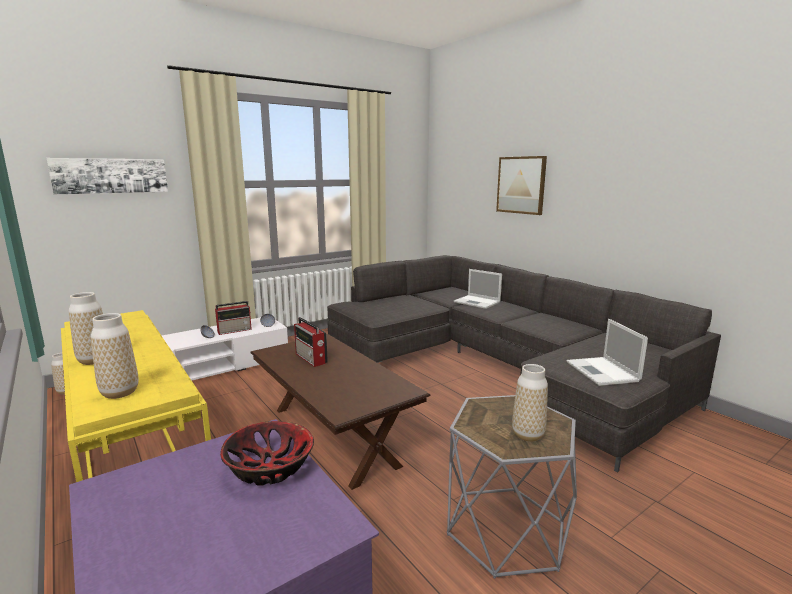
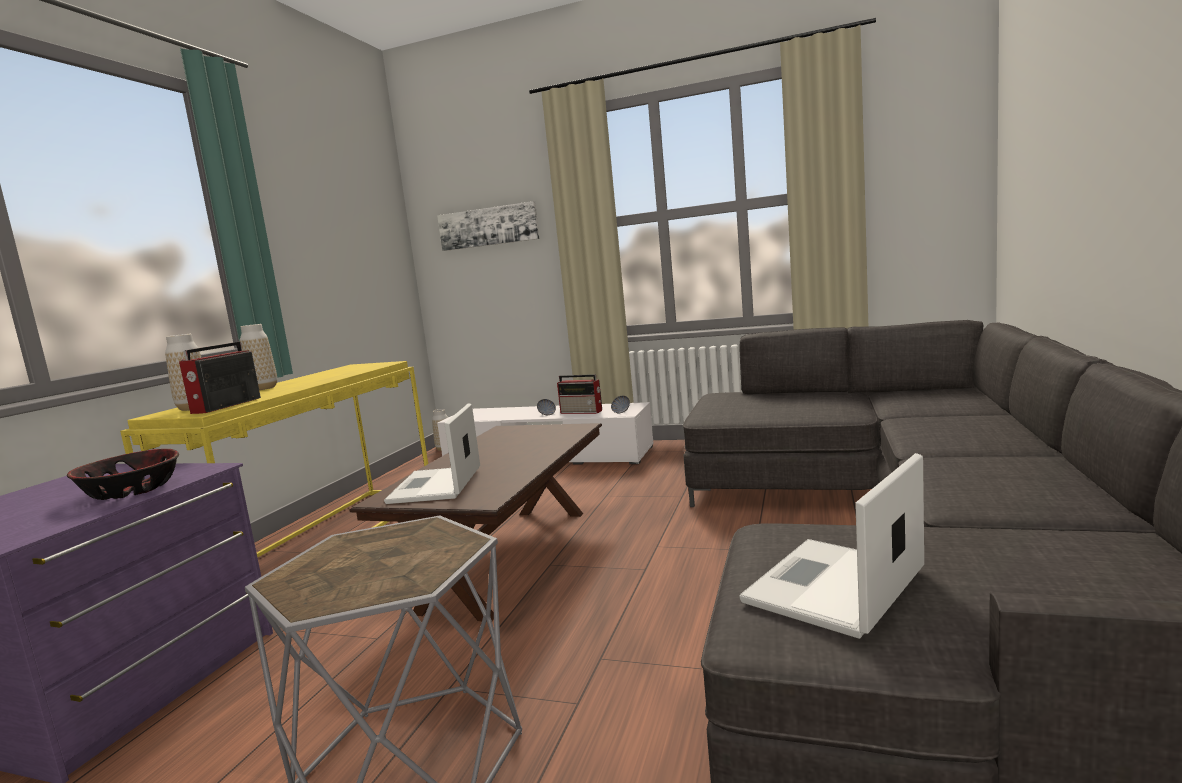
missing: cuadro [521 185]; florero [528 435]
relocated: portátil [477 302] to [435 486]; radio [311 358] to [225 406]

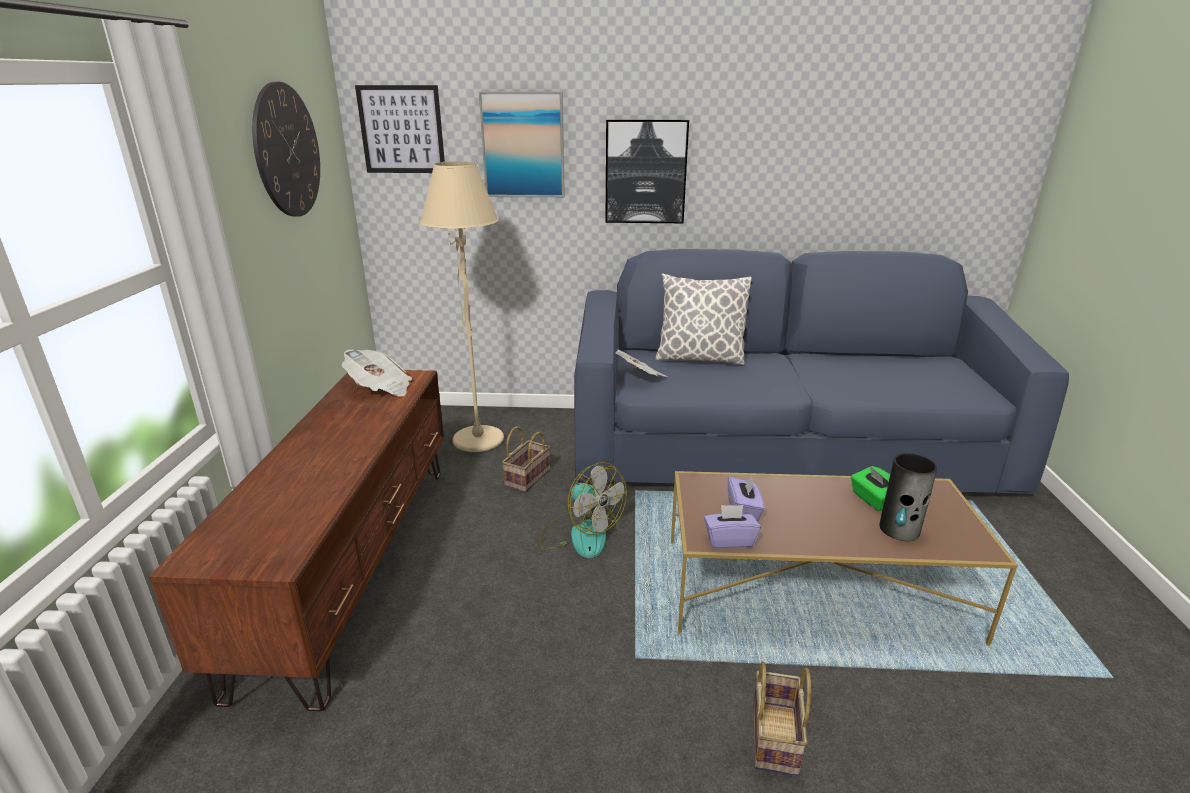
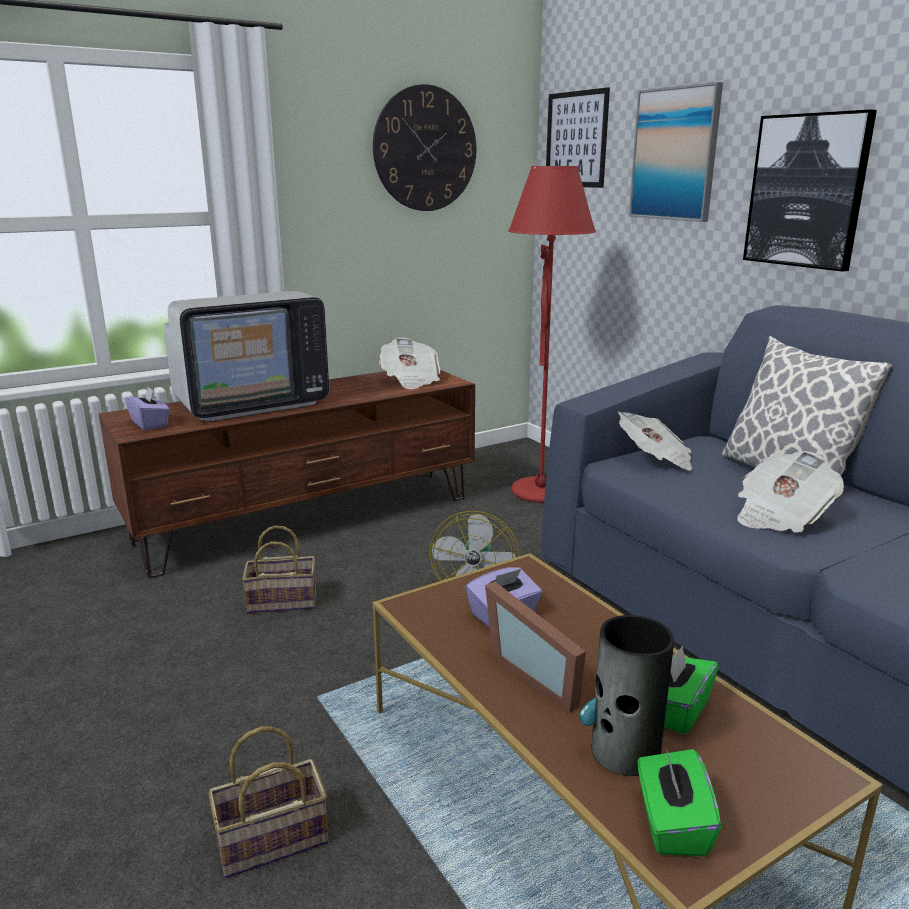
appeared: televisor [251 403]; periódico [780 516]; portarretratos [538 673]; caja de pañuelos/verde [671 824]
relocated: cesta [527 477] to [284 601]; caja de pañuelos/morado [729 540] to [150 424]
colour: lámpara de pie/beis [478 440] to lámpara de pie/rojo [540 491]

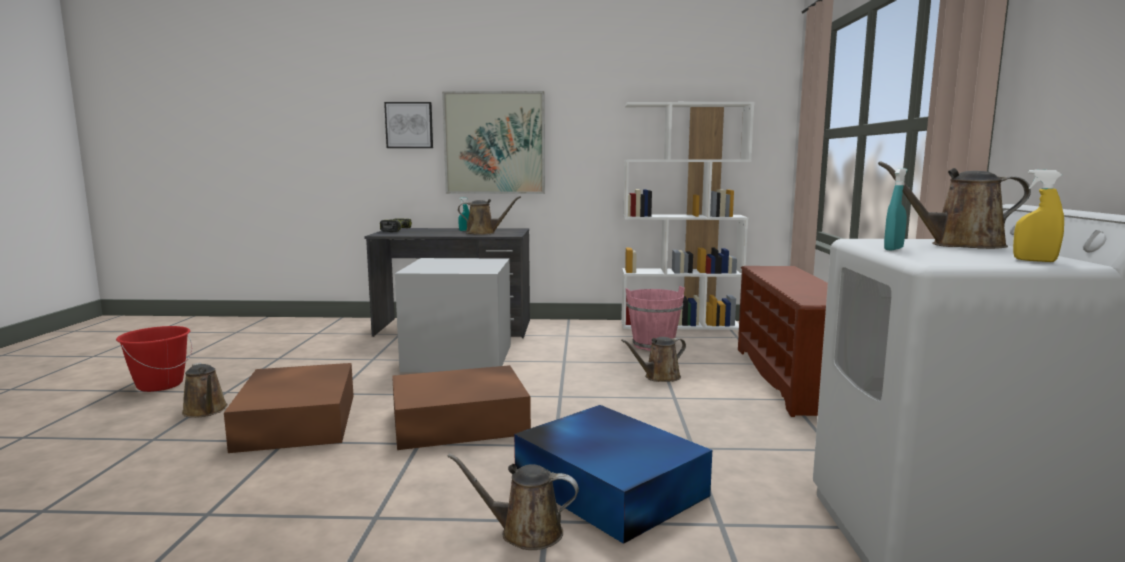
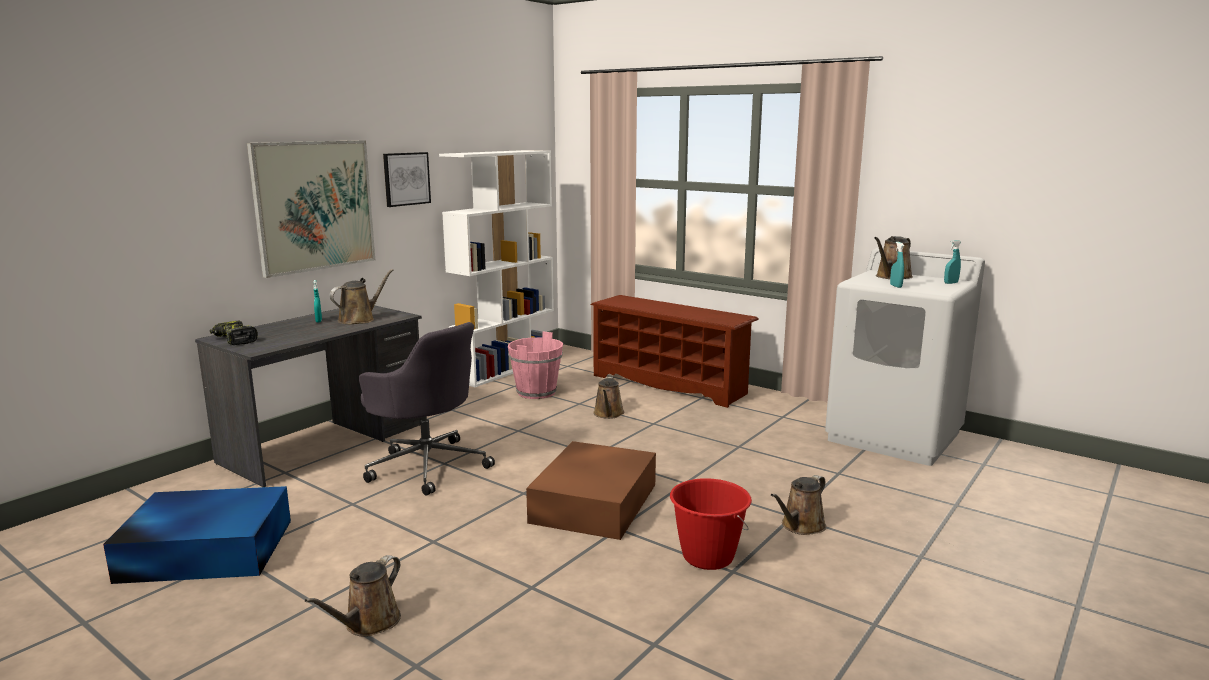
missing: caja de almacenaje/marrón [298 420]
relocated: cuadro [409 125] to [406 179]; cubo/rojo [160 385] to [707 557]; caja de almacenaje/azul [608 485] to [205 550]
exchanged: caja de almacenaje/gris [457 358] to silla de oficina/gris [427 465]
colour: pulverizador/amarillo [1034 260] to pulverizador/turquesa [951 283]
spun: regadera/marrón [206 411] = [368 623] 120 degrees clockwise

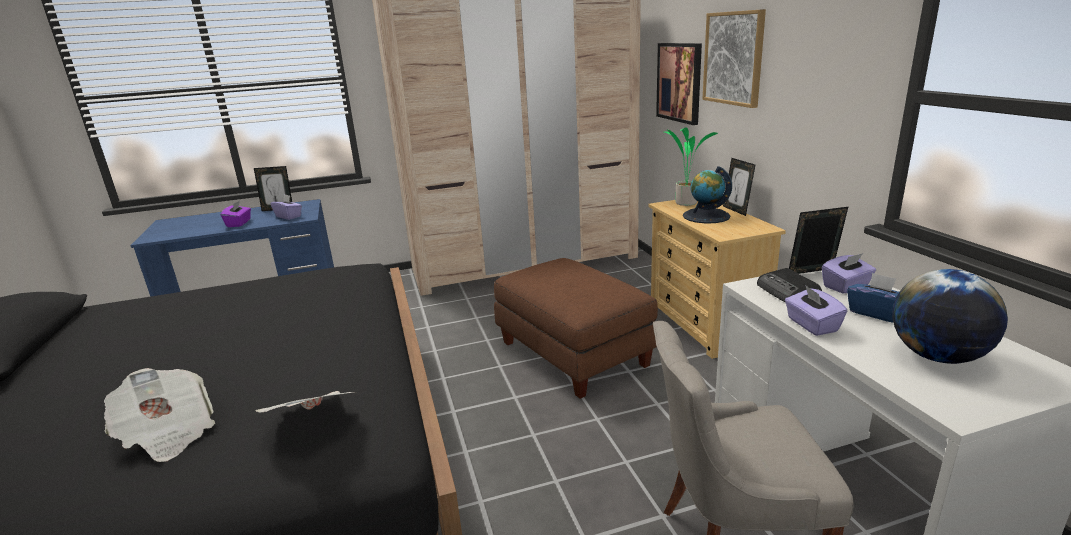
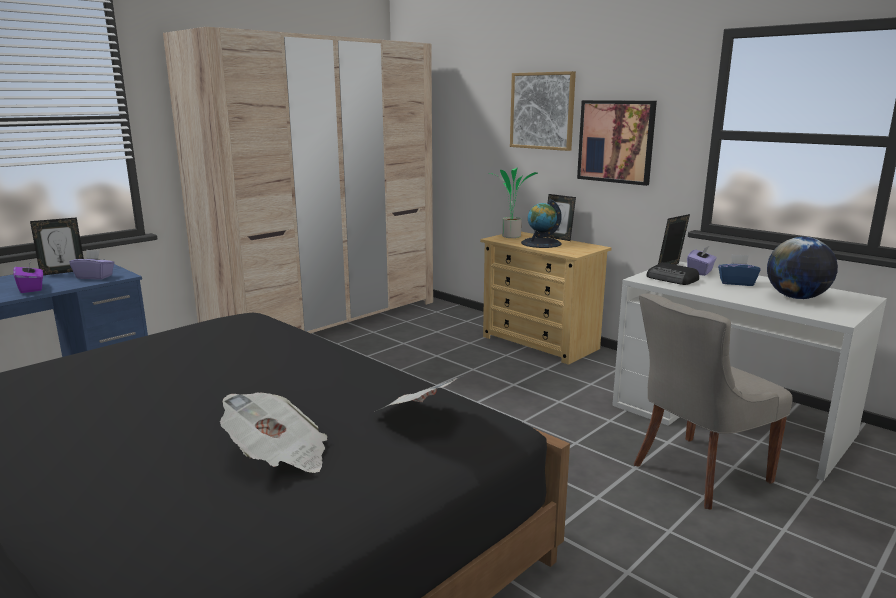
missing: puf/marrón [574 353]; caja de pañuelos/morado [811 325]
relocated: cuadro [679 82] to [616 141]

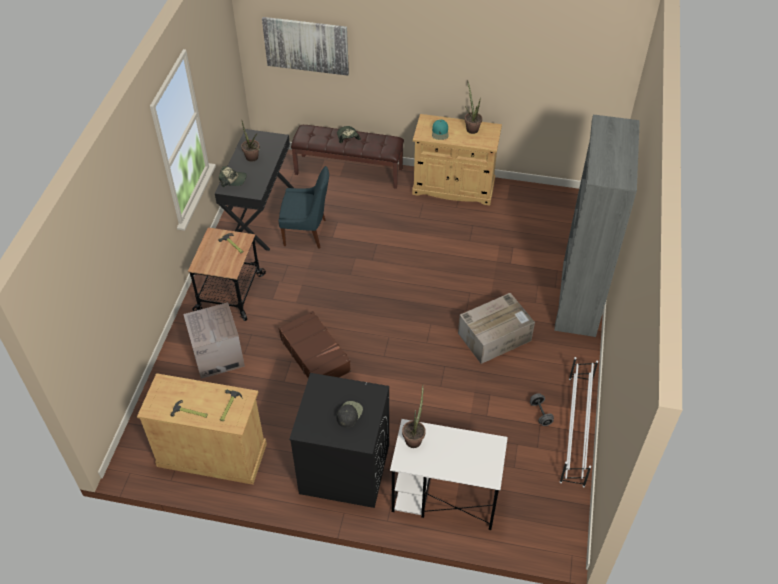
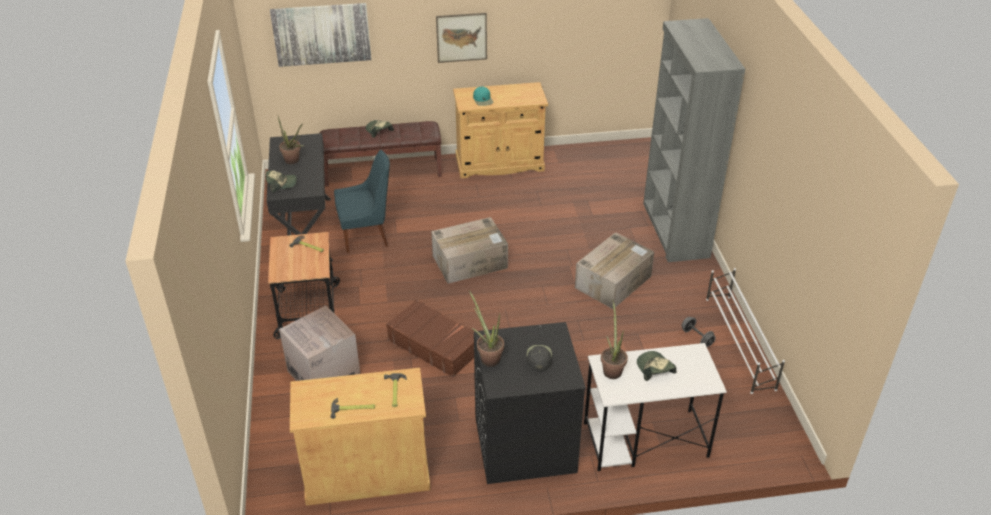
appeared: cuadro [461 37]; caja de cartón [470 261]; gorra [655 369]
relocated: planta en maceta [471 128] to [487 357]

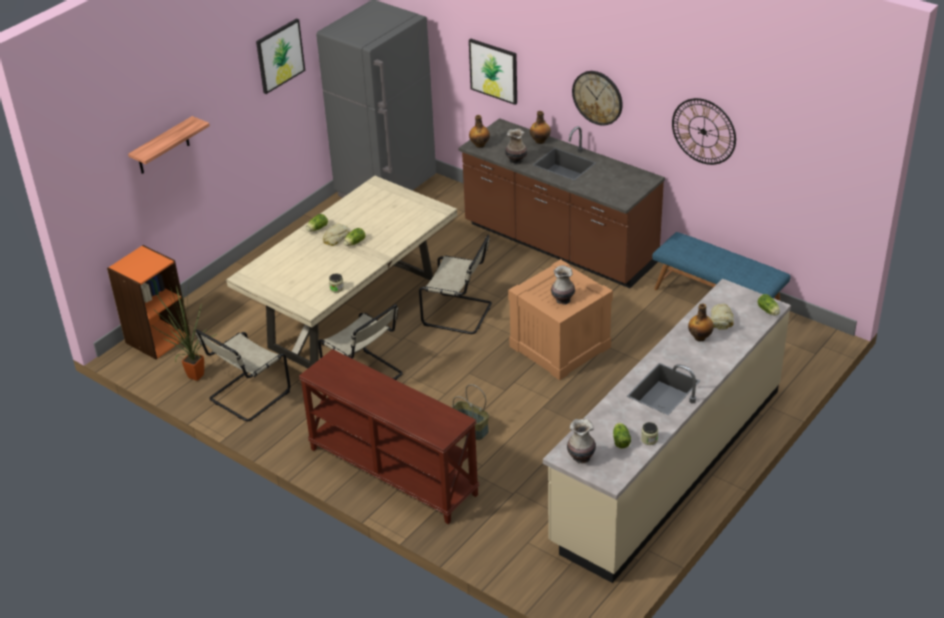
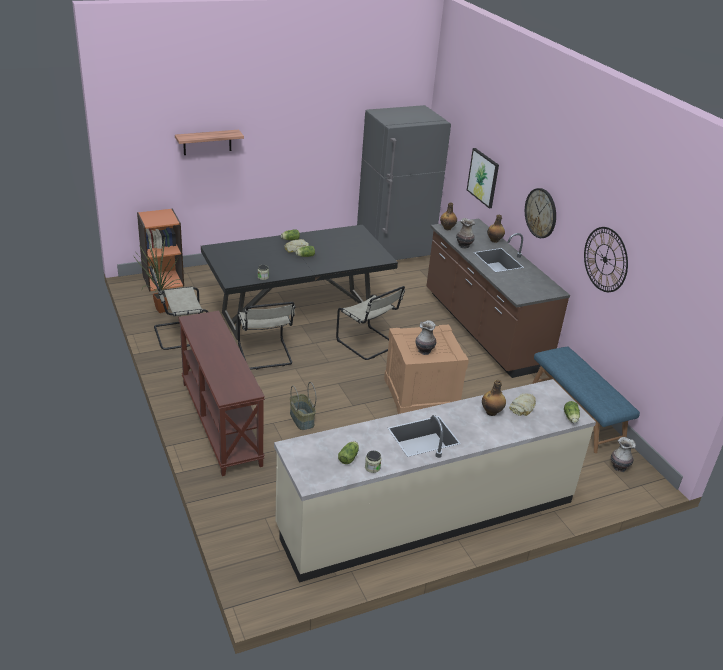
missing: cuadro [279 55]
relocated: florero [581 457] to [619 467]
colour: mesa de comedor/beis [352 314] to mesa de comedor/negro [296 315]

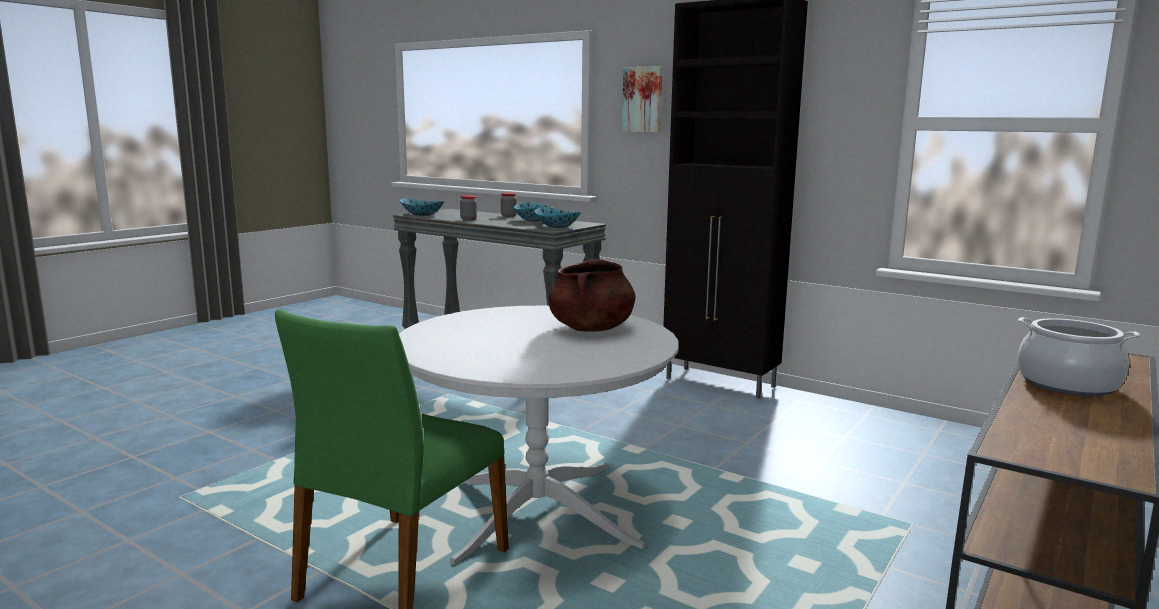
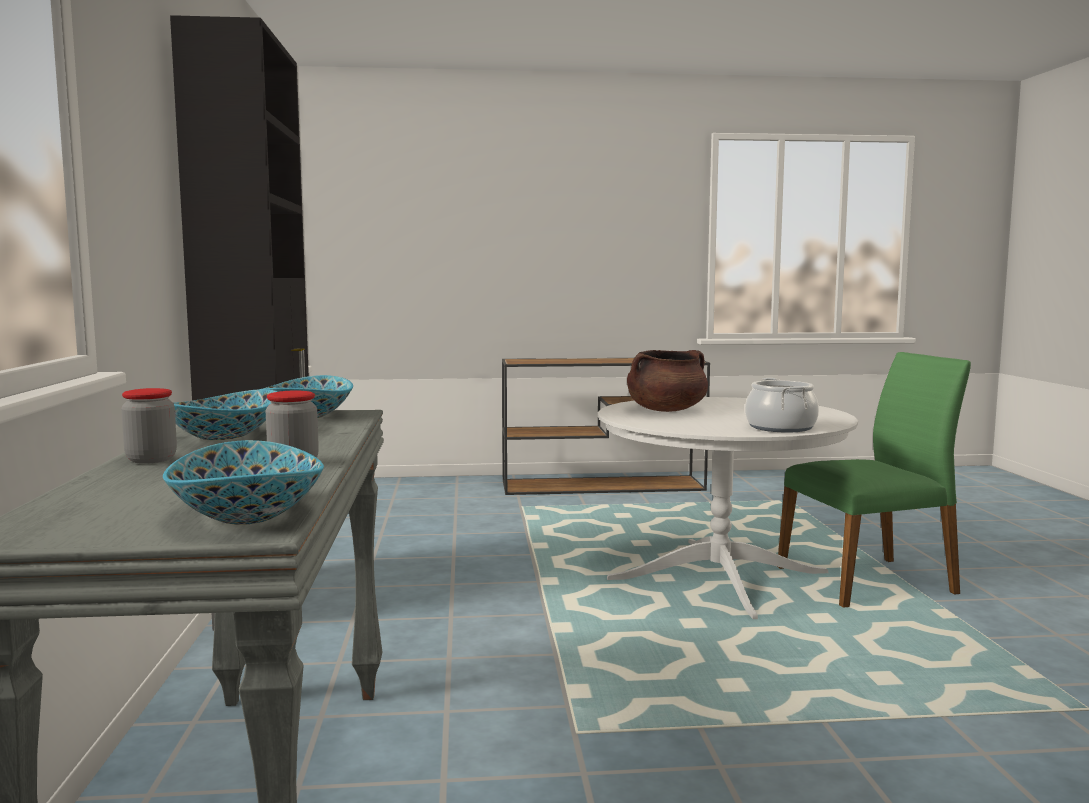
missing: cuadro [643 99]
relocated: olla [1067 384] to [780 427]

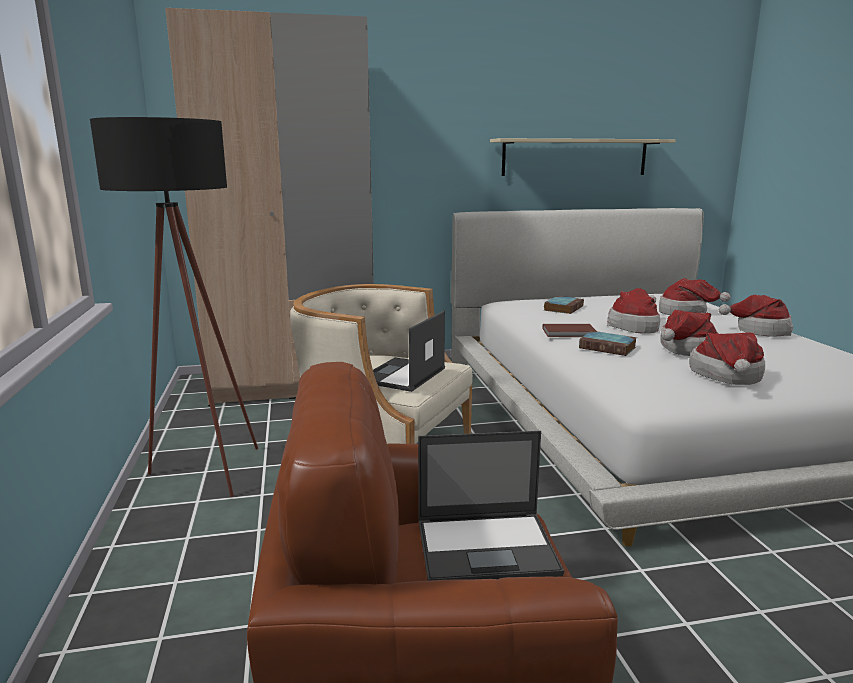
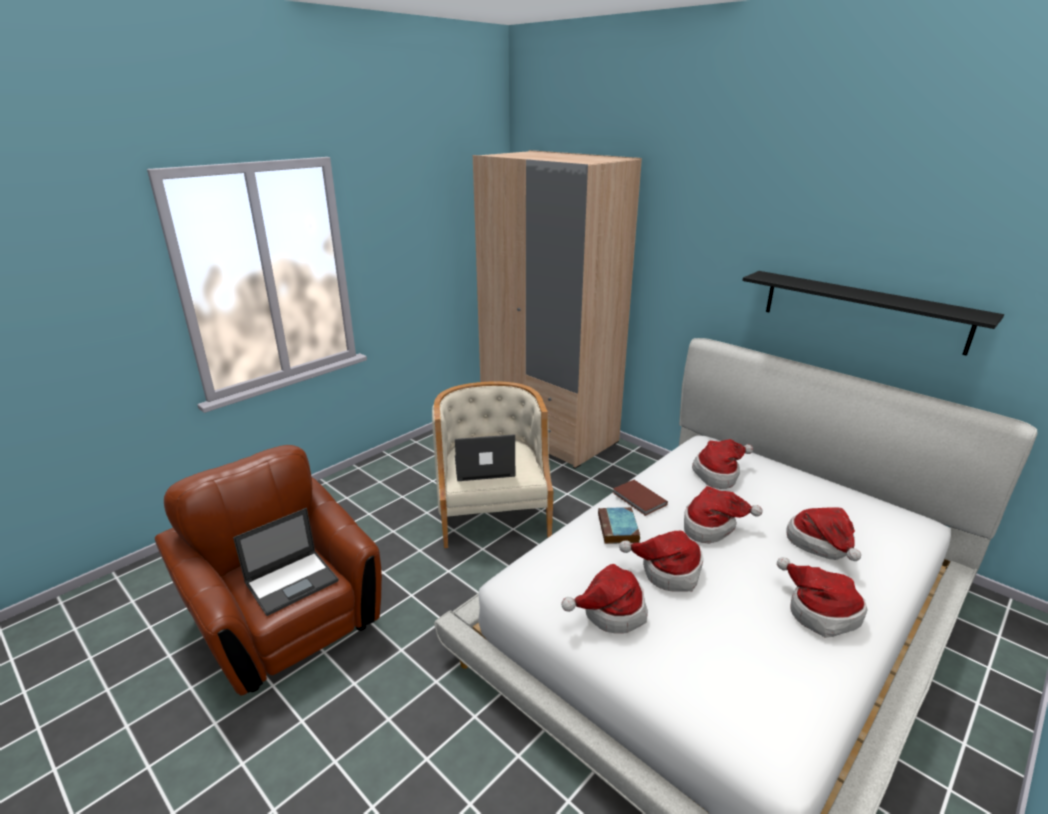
missing: lámpara de pie/negro [200 472]
exchanged: libro [563 308] to sombrero [719 474]
colour: estante/beis [575 157] to estante/negro [862 310]
spun: portátil [488 547] = [293 581] 90 degrees counterclockwise

